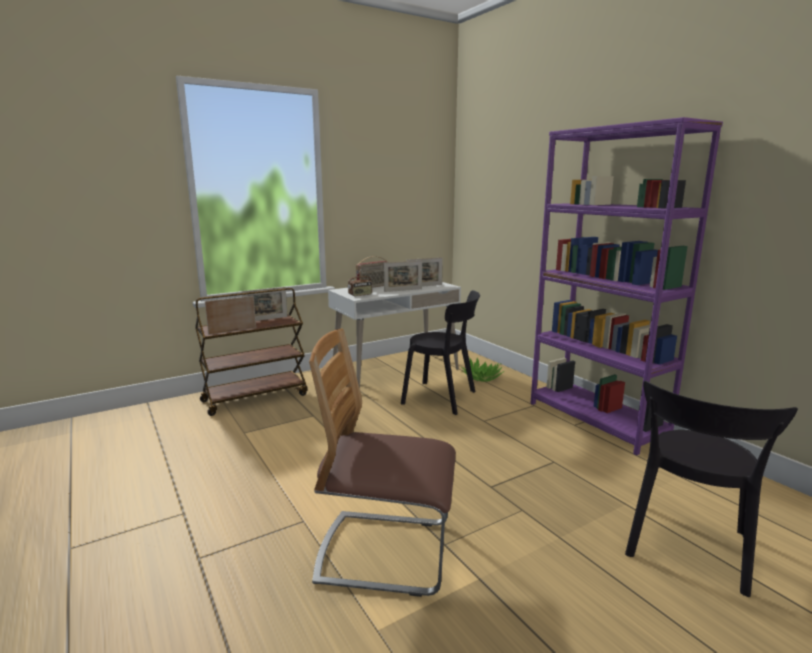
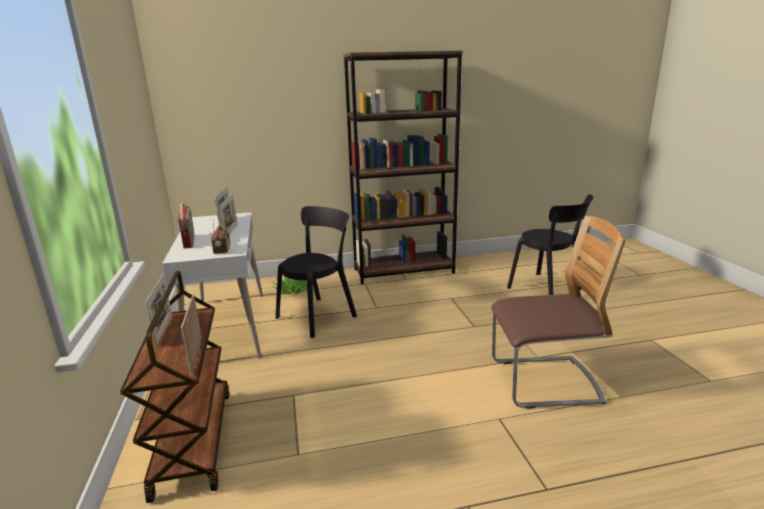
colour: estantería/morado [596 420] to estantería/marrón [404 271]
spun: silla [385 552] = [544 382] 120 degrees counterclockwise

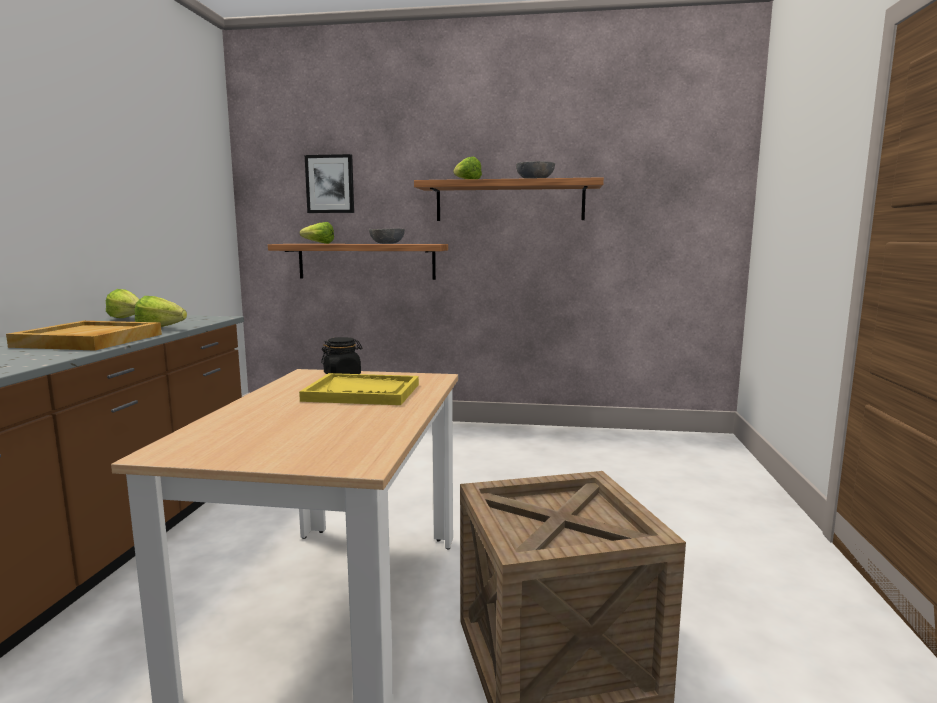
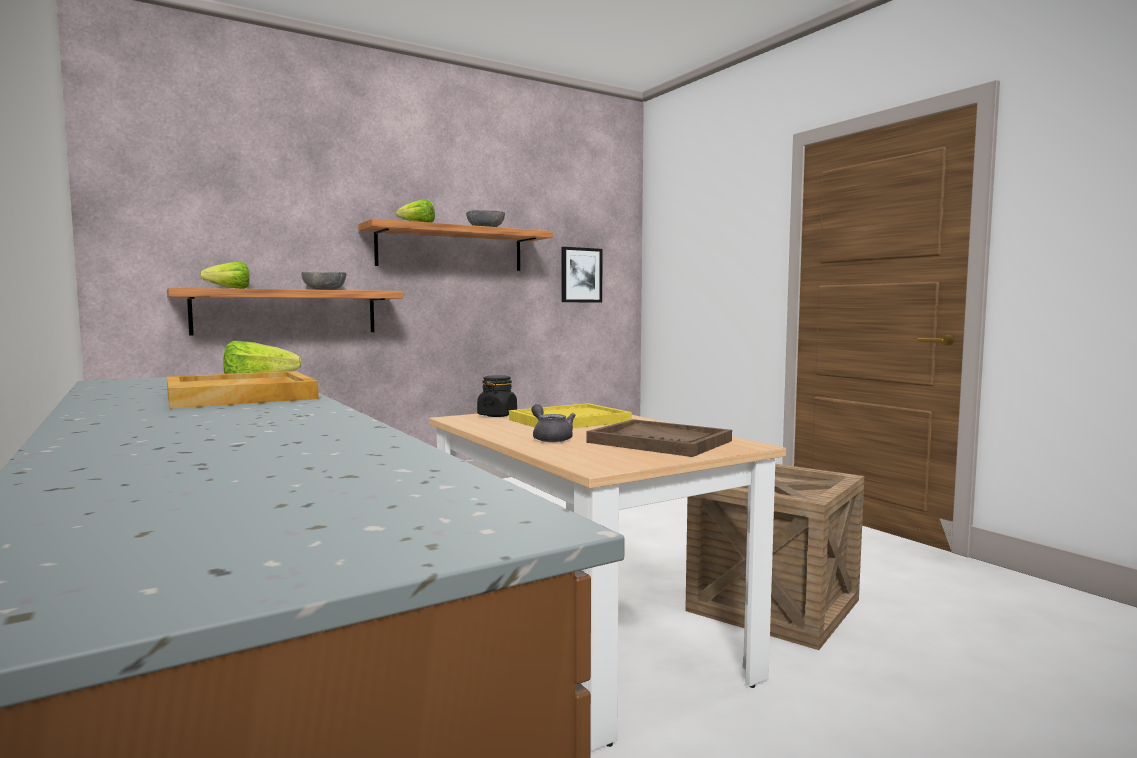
missing: lechuga [128 319]
appeared: tetera/gris [550 438]; bandeja/marrón [660 442]
relocated: cuadro [330 184] to [581 275]

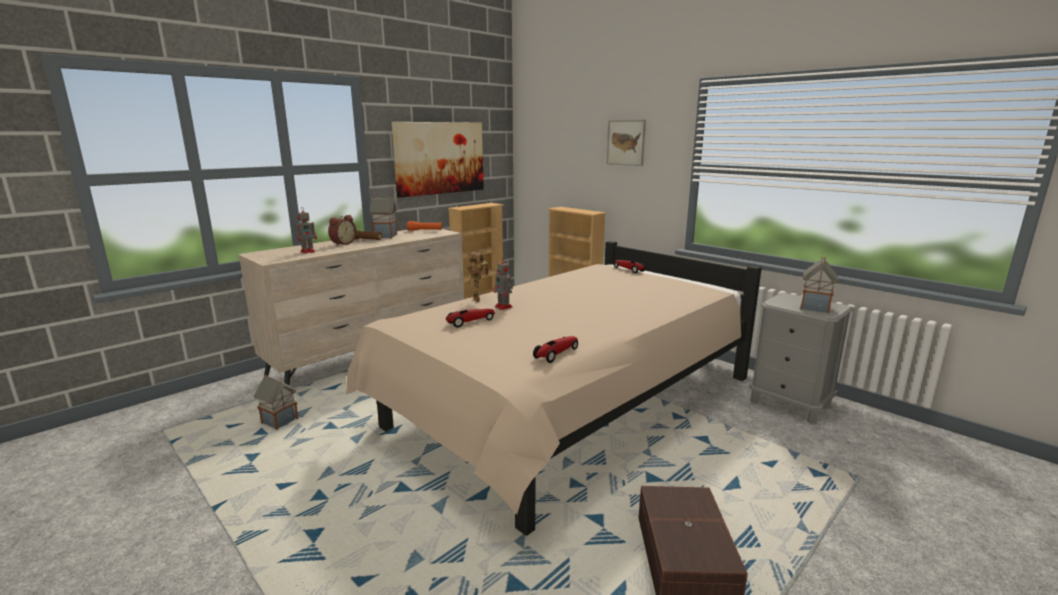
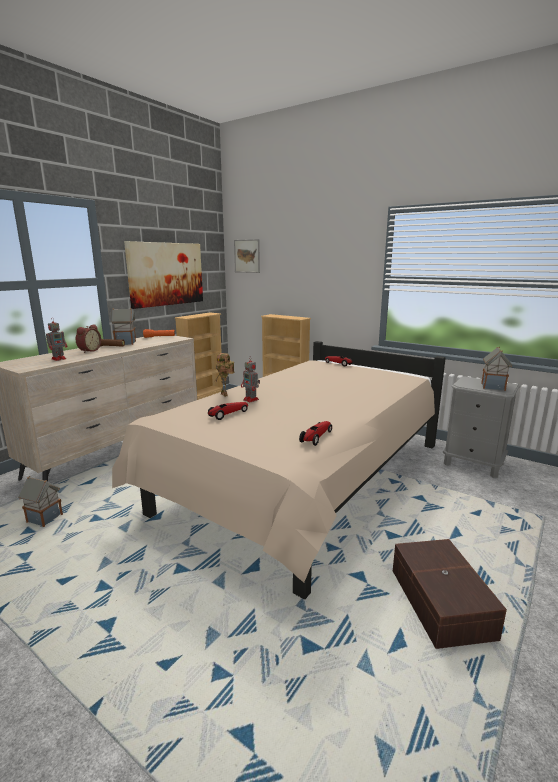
relocated: cuadro [626 142] to [247 256]

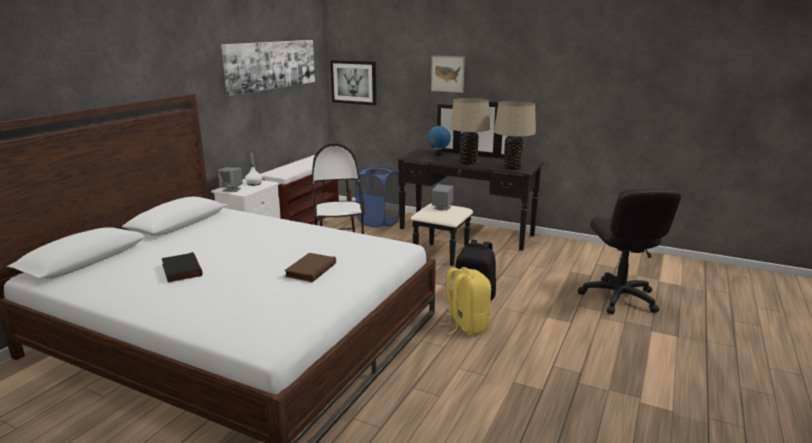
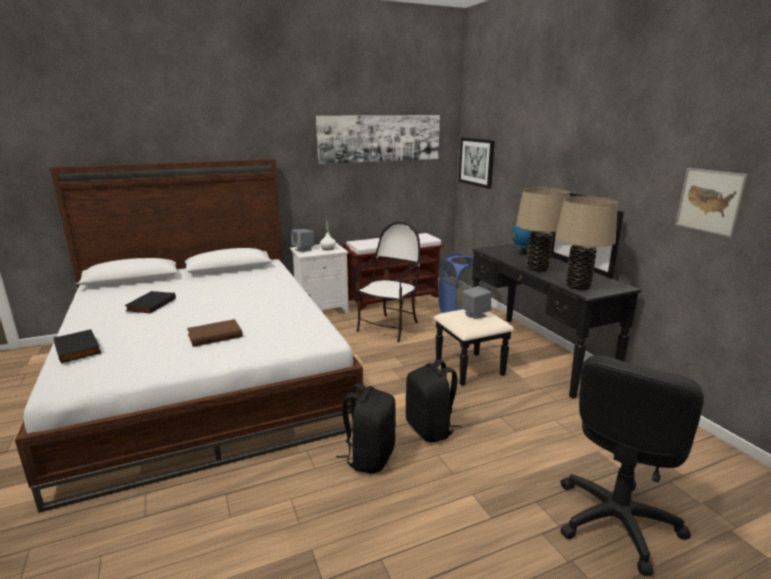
appeared: libro/negro [79 348]
relocated: cuadro [447 74] to [710 201]
colour: mochila/amarillo [466 326] to mochila/negro [369 457]

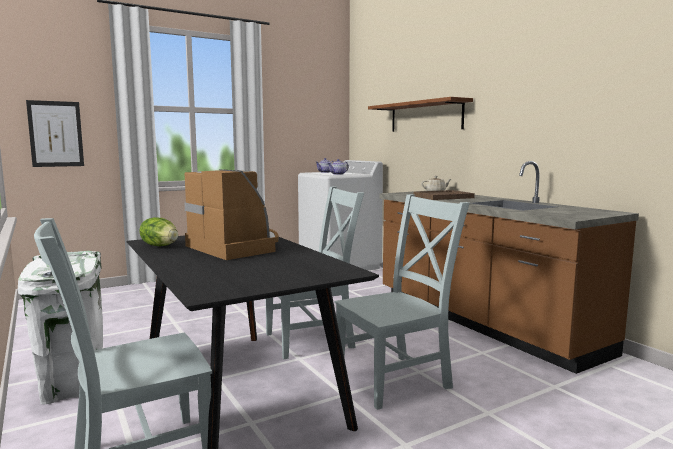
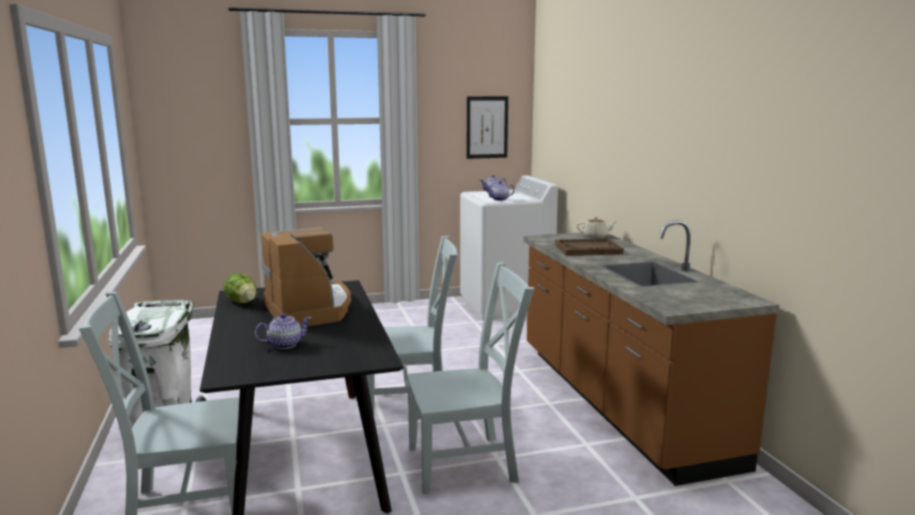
missing: estante/marrón [425 117]
appeared: tetera [284 344]
relocated: cuadro [56 134] to [487 127]

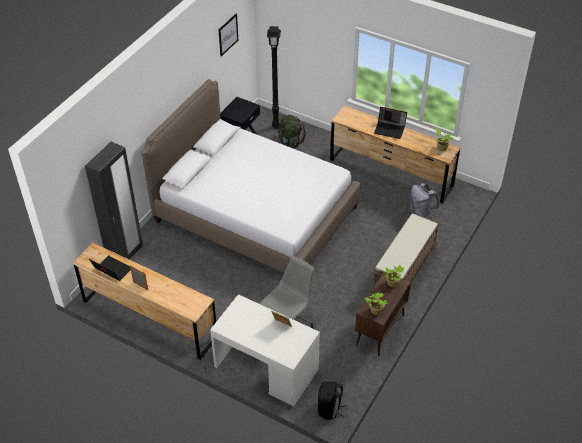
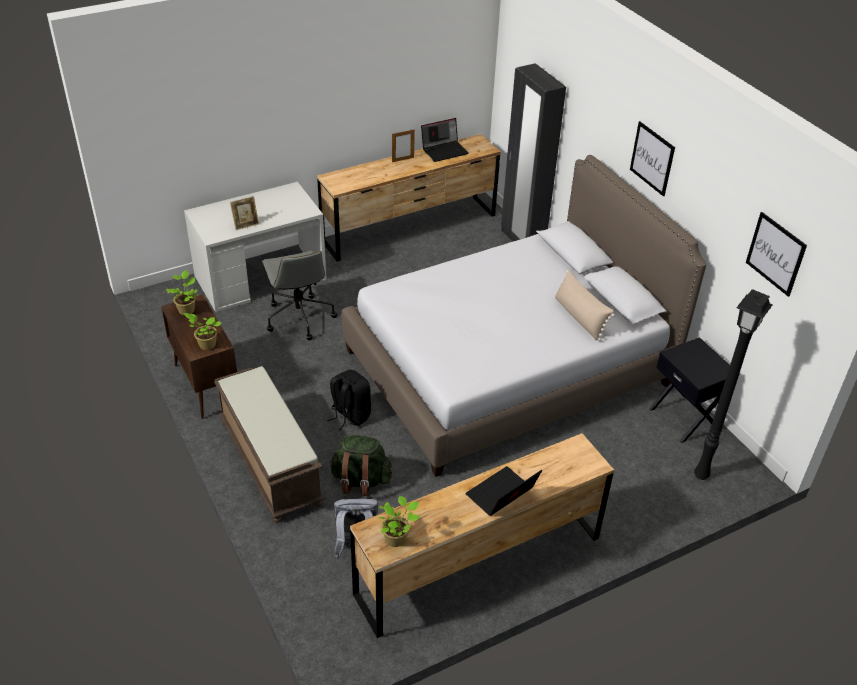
appeared: cuadro [652 158]; cojín/beis [579 317]
relocated: mochila/verde [289 142] to [360 480]; mochila/negro [329 409] to [349 415]

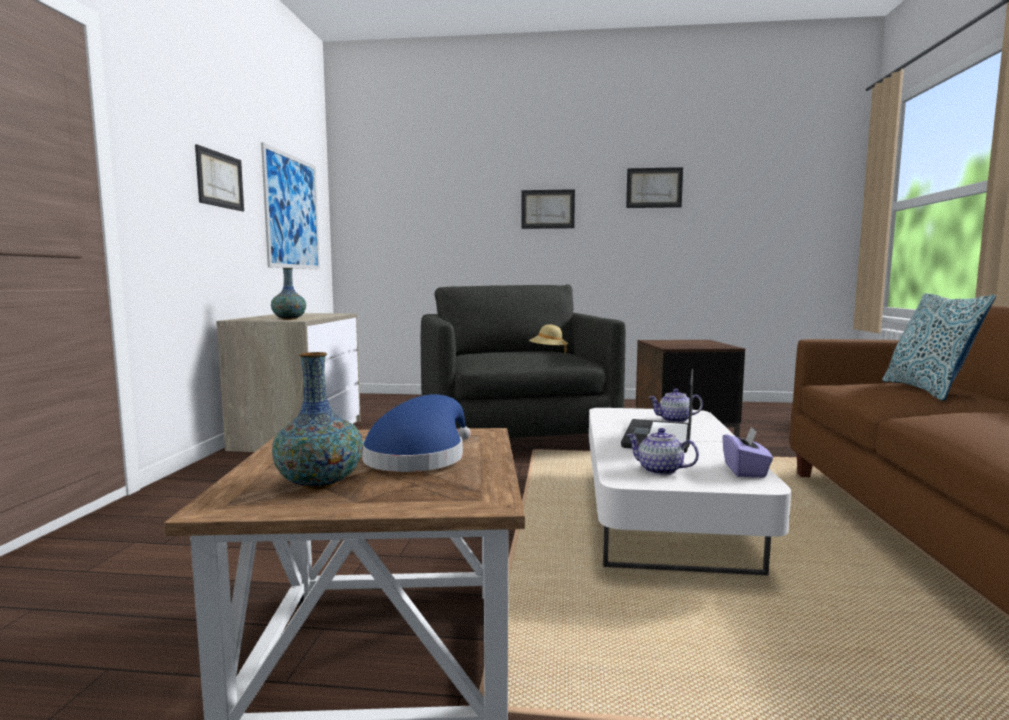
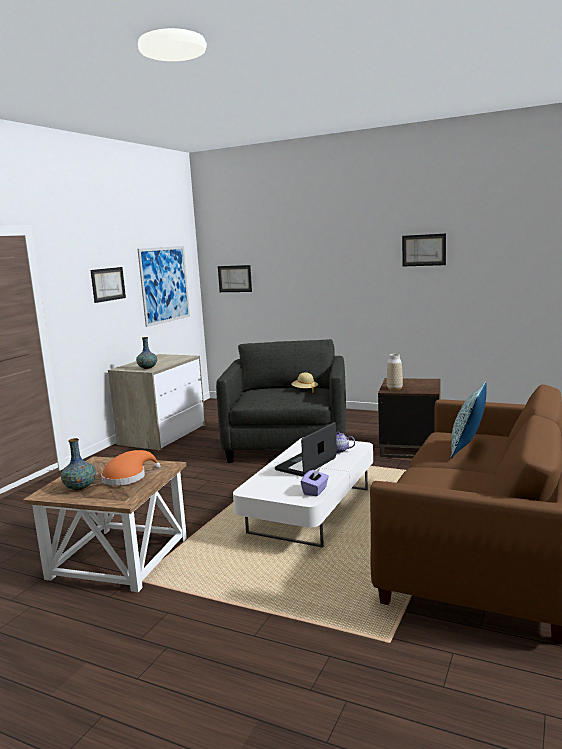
missing: tetera [659 470]
appeared: florero [394 389]
relocated: cuadro [548 209] to [235 278]
colour: sombrero/azul [419 457] to sombrero/naranja [127 477]

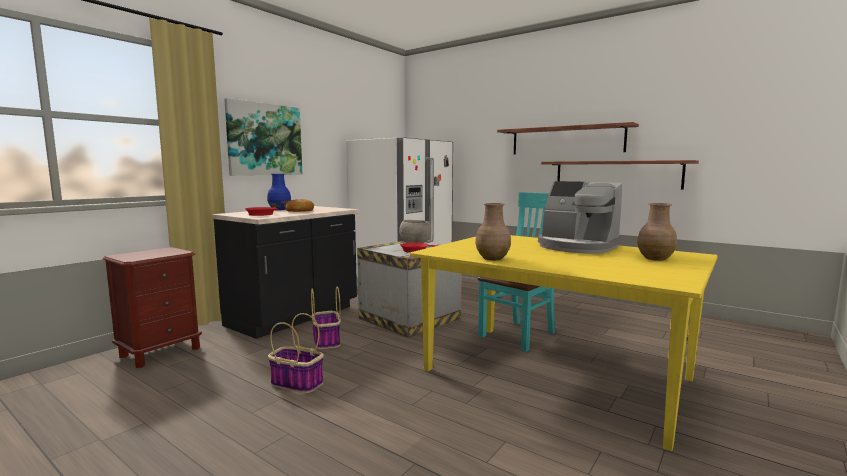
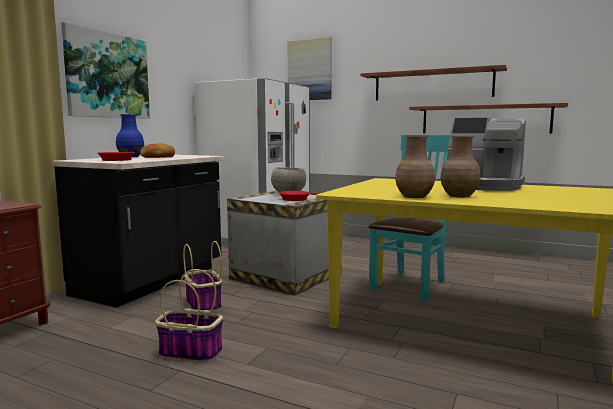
appeared: cuadro [310 70]
relocated: florero/marrón [655 258] to [459 196]

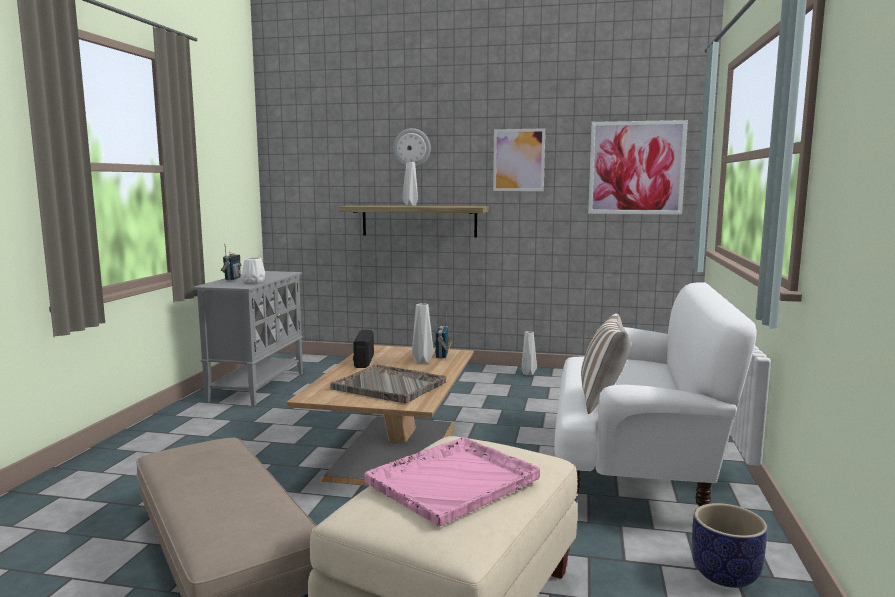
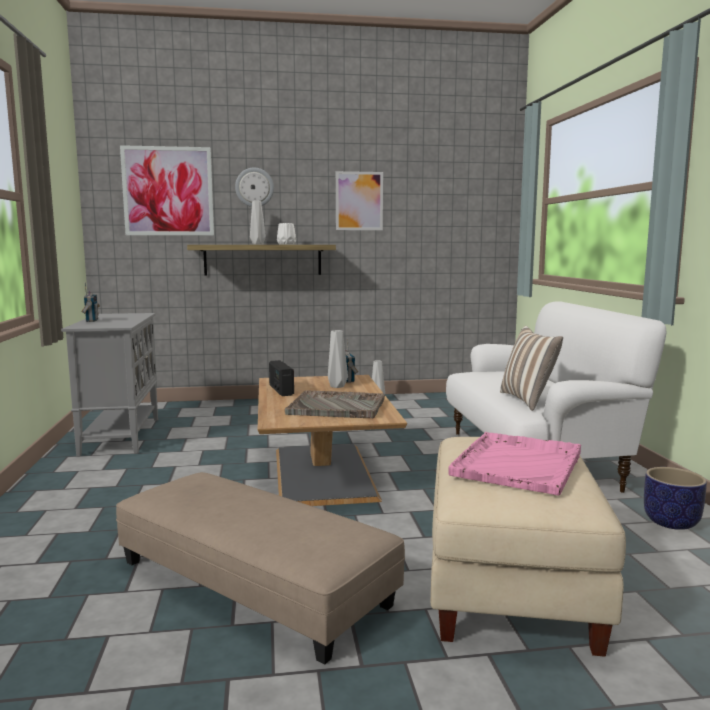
relocated: cuadro [636 168] to [168 191]; florero/blanco [254 281] to [287 244]

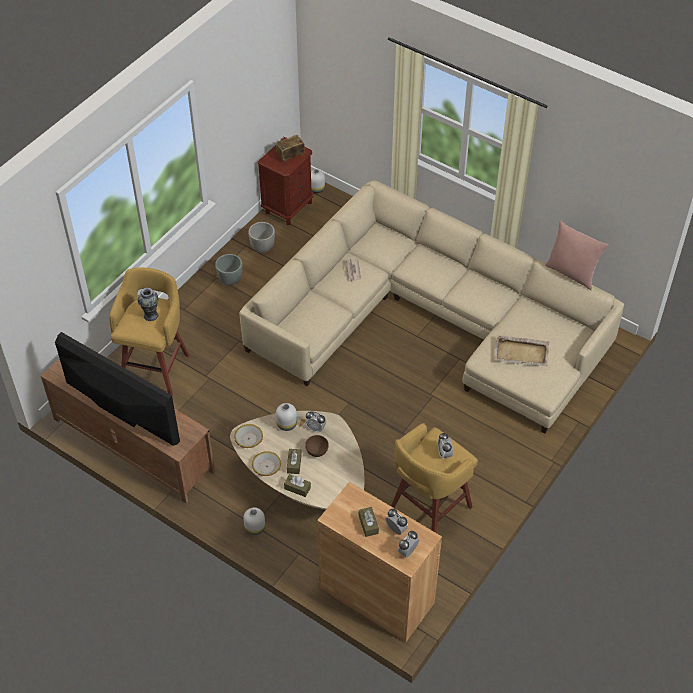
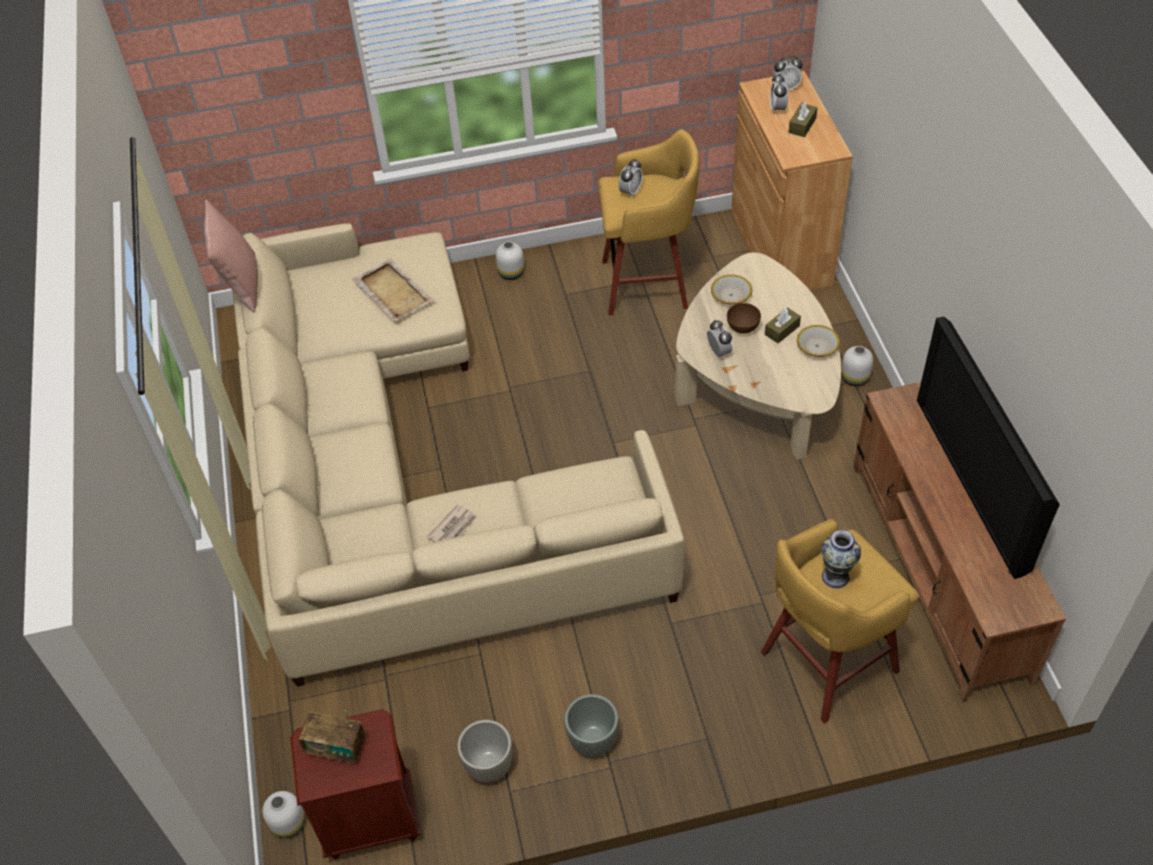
missing: caja de pañuelos/marrón [297 488]
relocated: florero/blanco [287 424] to [511 272]; cuenco [248 439] to [731 295]

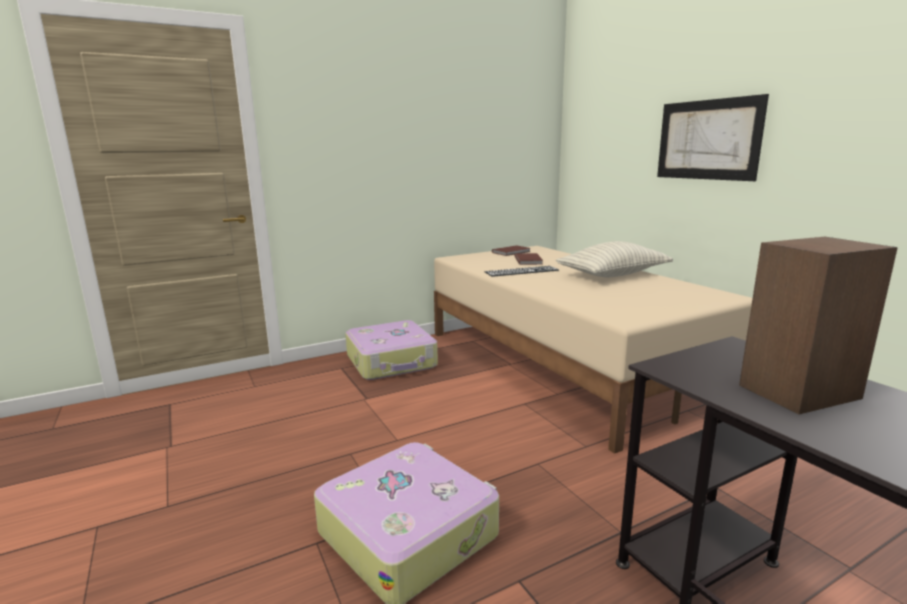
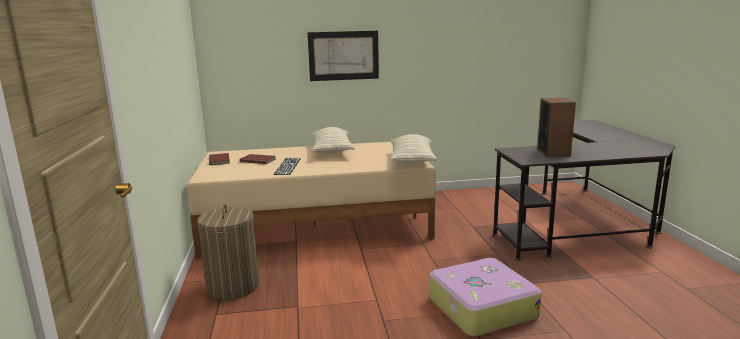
appeared: cojín [412 160]
exchanged: maleta [392 361] to cesto de la ropa [233 286]

